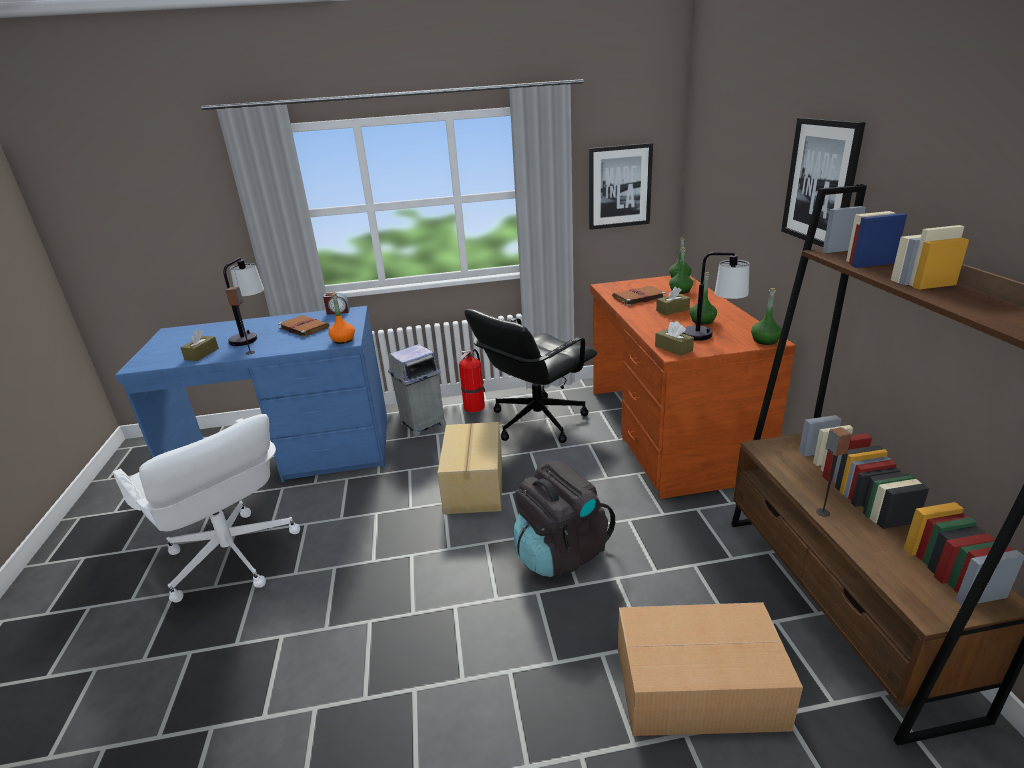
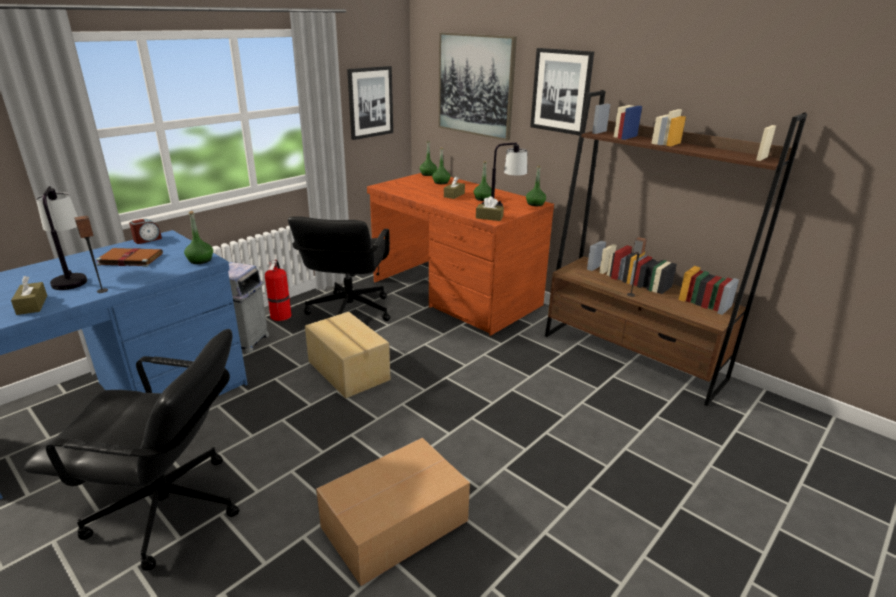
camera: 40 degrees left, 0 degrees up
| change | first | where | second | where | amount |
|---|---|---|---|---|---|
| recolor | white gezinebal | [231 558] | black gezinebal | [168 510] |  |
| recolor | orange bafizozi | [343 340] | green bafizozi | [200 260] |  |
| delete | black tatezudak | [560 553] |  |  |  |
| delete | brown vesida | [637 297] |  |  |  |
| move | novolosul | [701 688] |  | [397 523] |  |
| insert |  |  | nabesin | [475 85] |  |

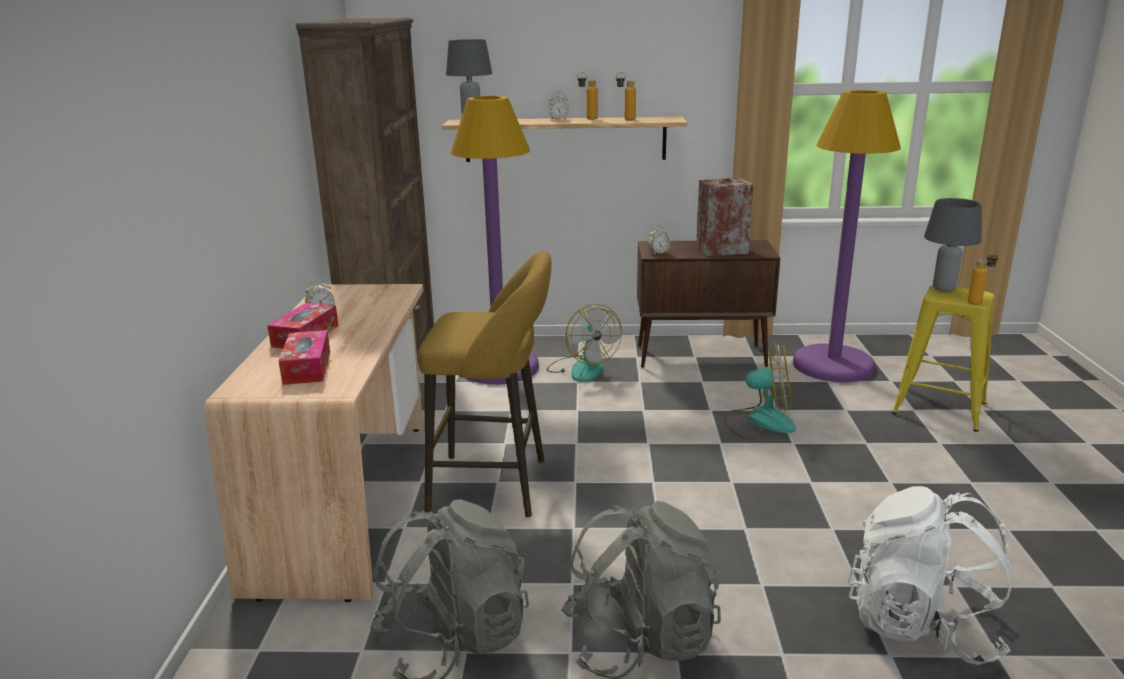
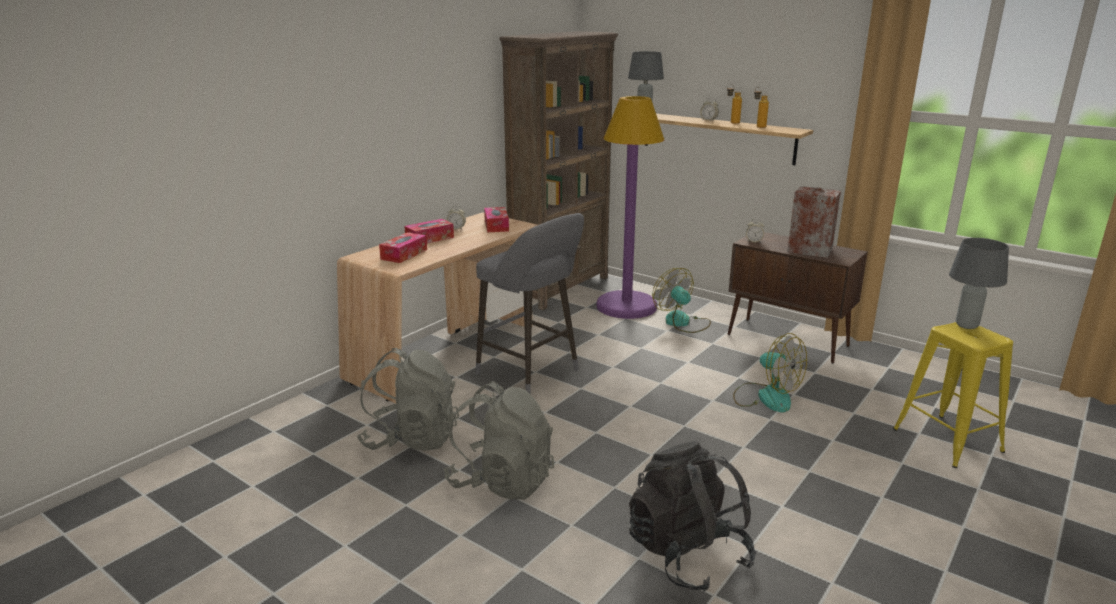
camera: 35 degrees right, 0 degrees up
| change | first | where | second | where | amount |
|---|---|---|---|---|---|
| recolor | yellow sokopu | [496 485] | grey sokopu | [532 373] |  |
| rotate | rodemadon | [582 368] |  | [682 322] | 135 degrees clockwise |
| delete | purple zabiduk | [833 365] |  |  |  |
| recolor | white tatezudak | [922 625] | black tatezudak | [687 554] |  |
| delete | bafizozi | [978 302] |  |  |  |
| insert |  |  | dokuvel | [496 226] |  |

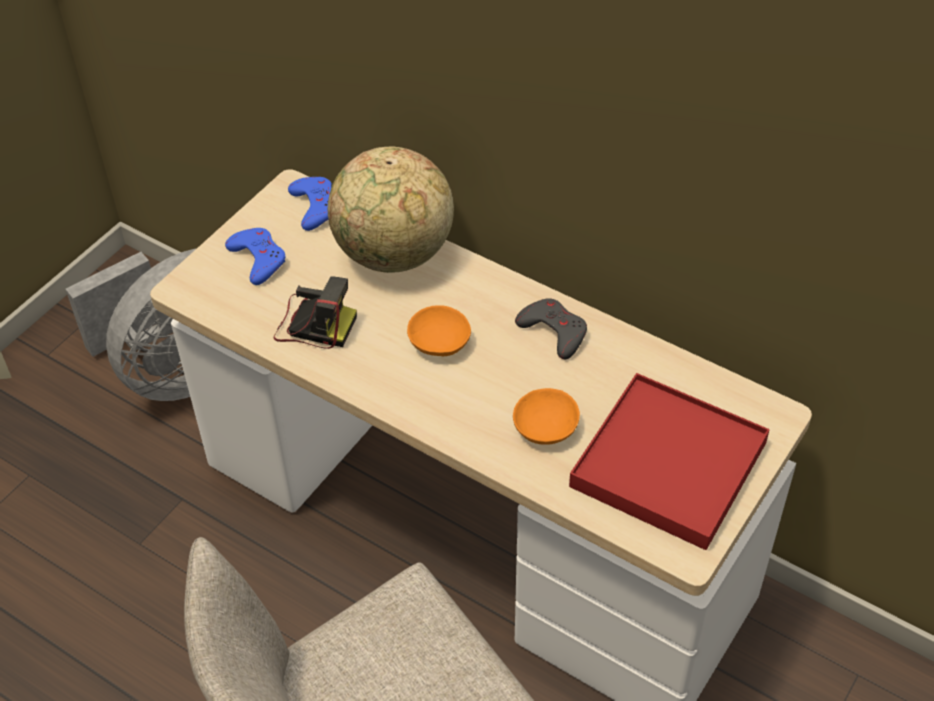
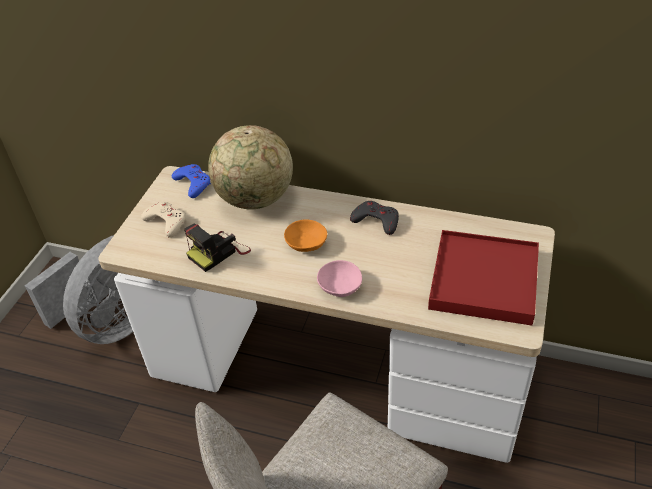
camera: 15 degrees left, 5 degrees down
| change | first | where | second | where | amount |
|---|---|---|---|---|---|
| recolor | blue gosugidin | [258 259] | beige gosugidin | [166 222] |  |
| rotate | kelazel | [313 324] |  | [218 252] | 135 degrees clockwise |
| delete | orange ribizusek | [544 425] |  |  |  |
| insert |  |  | pink ribizusek | [341 286] |  |

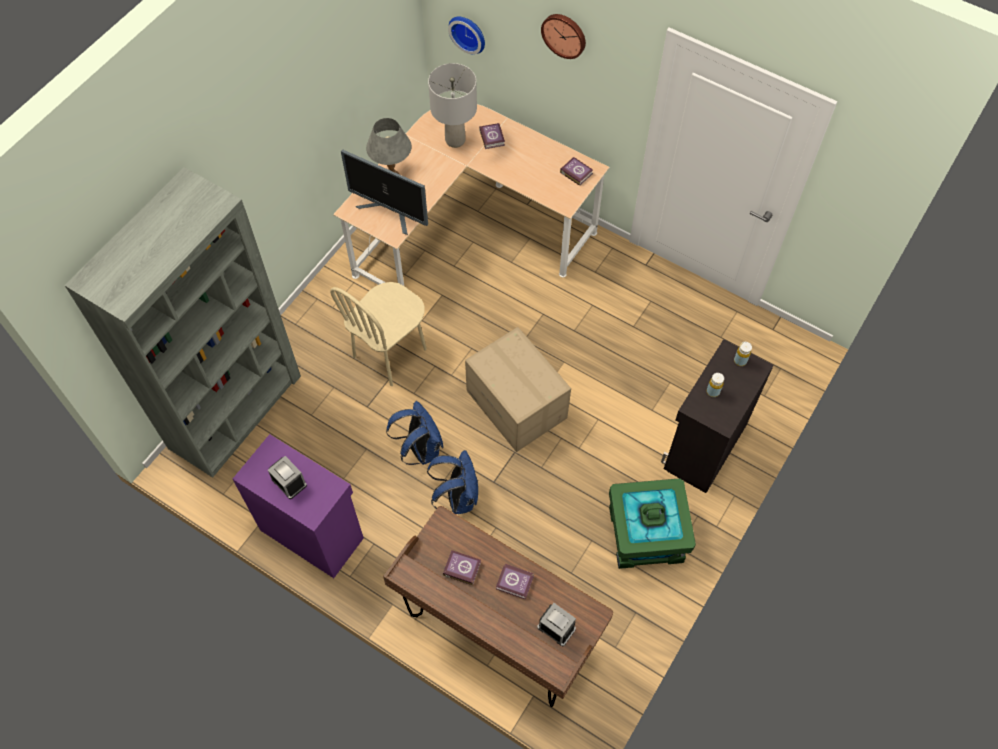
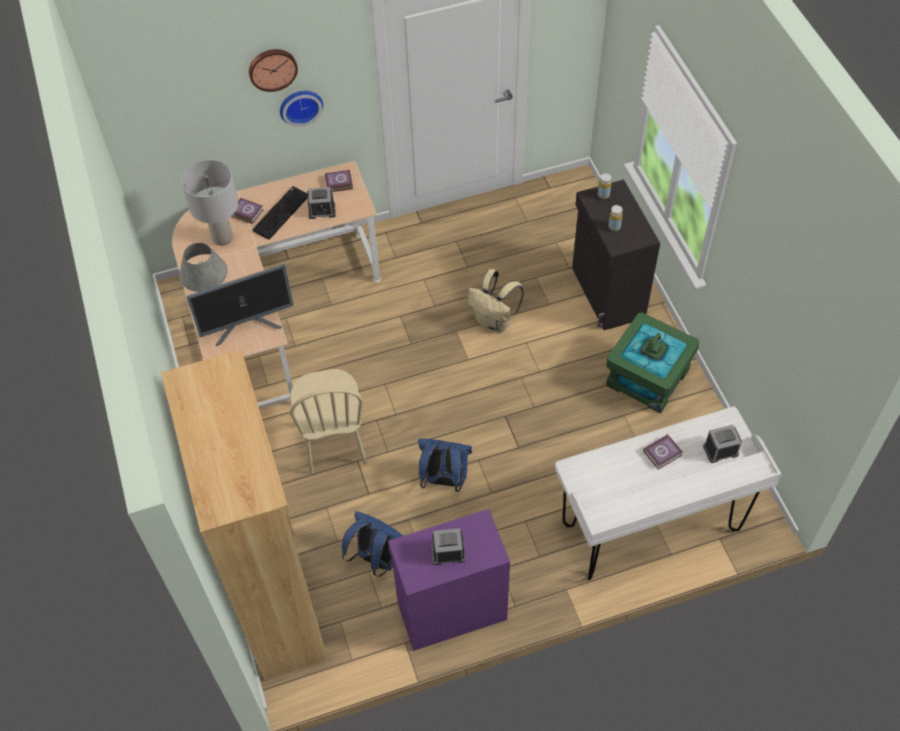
camera: 50 degrees left, 5 degrees down
| change | first | where | second | where | amount |
|---|---|---|---|---|---|
| recolor | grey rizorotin | [236 411] | brown rizorotin | [278 599] |  |
| recolor | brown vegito | [498 634] | white vegito | [650 529] |  |
| move | blue tatezudak | [458 497] |  | [376 558] |  |
| delete | vesida | [461 568] |  |  |  |
| move | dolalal | [469 32] |  | [300 105] |  |
| delete | novolosul | [517 404] |  |  |  |
| insert |  |  | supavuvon | [280 212] |  |
| insert |  |  | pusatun | [322 211] |  |
| insert |  |  | beige tatezudak | [495 322] |  |

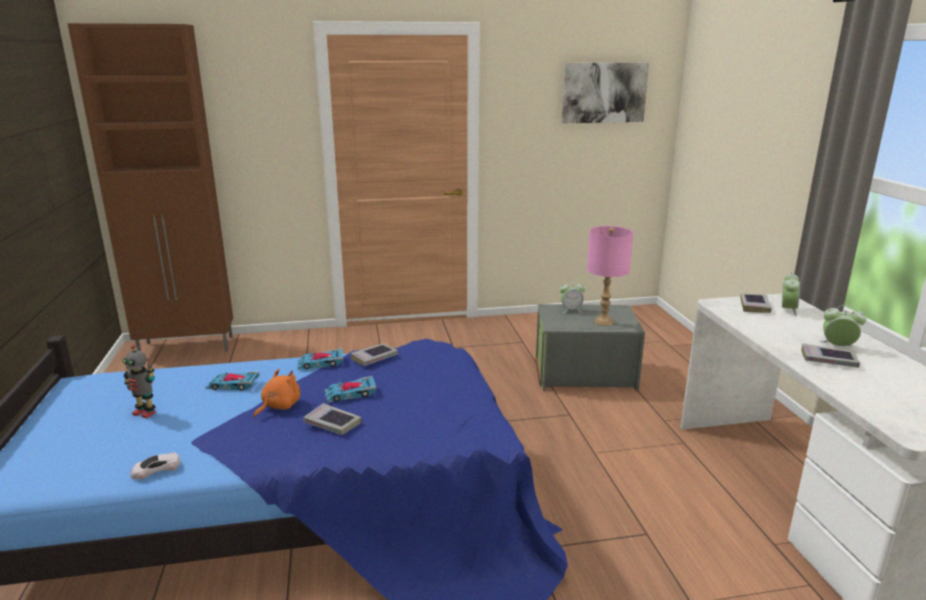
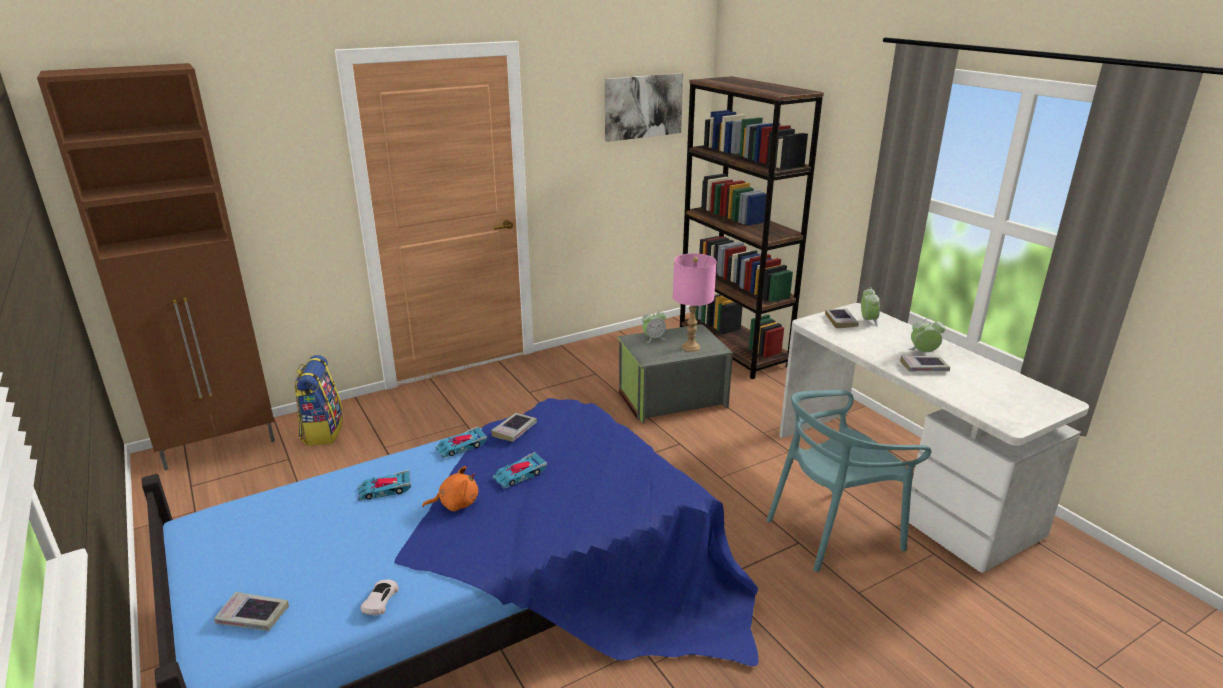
camera: 20 degrees left, 5 degrees up
| change | first | where | second | where | amount |
|---|---|---|---|---|---|
| delete | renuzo | [145 412] |  |  |  |
| rotate | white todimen | [156 469] |  | [381 599] | 150 degrees clockwise |
| rotate | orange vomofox | [279 406] |  | [456 503] | 60 degrees clockwise |
| move | vesida | [332 423] |  | [252 616] |  |
| insert |  |  | tatezudak | [322 431] |  |
| insert |  |  | brown rizorotin | [733 349] |  |
| insert |  |  | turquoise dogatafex | [833 531] |  |

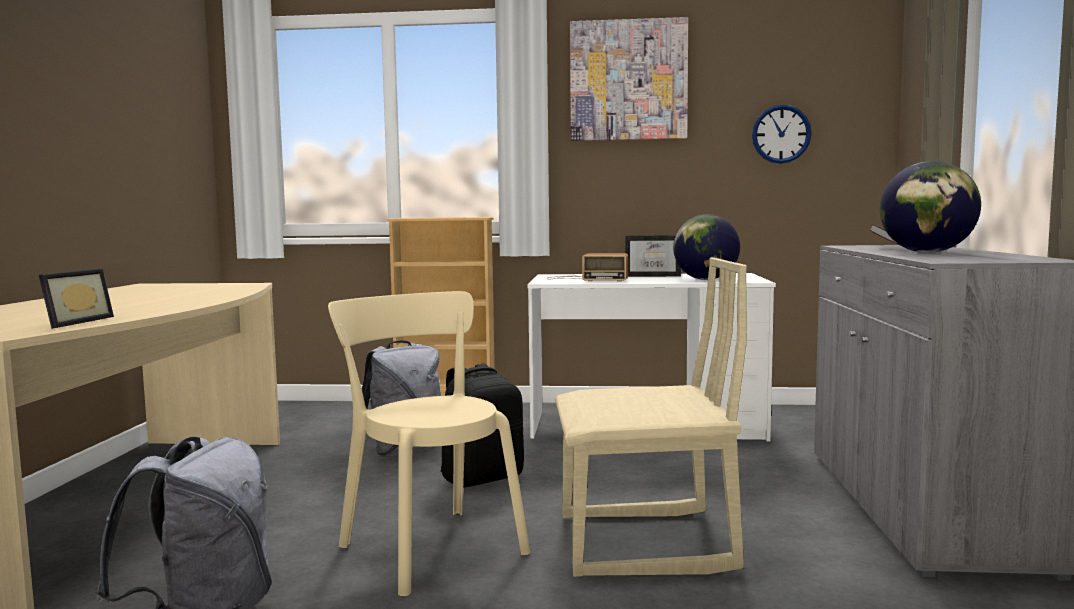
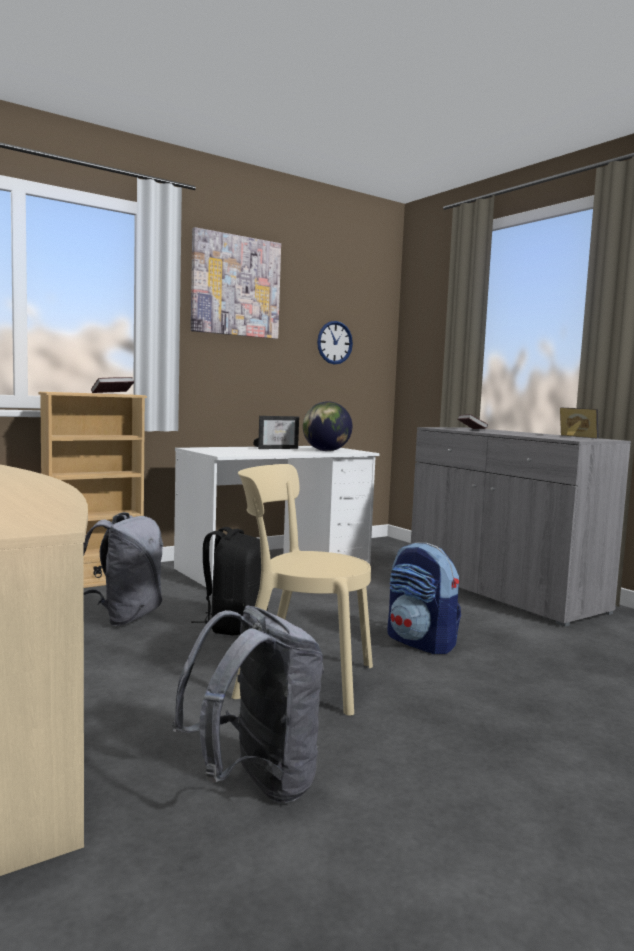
camera: 40 degrees left, 0 degrees up
| change | first | where | second | where | amount |
|---|---|---|---|---|---|
| move | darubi | [72 322] |  | [574 436] |  |
| delete | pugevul | [585 279] |  |  |  |
| replace | beige dogatafex | [645 544] | tatezudak | [421 643] |  |
| delete | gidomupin | [927 252] |  |  |  |
| insert |  |  | vesida | [112 393] |  |

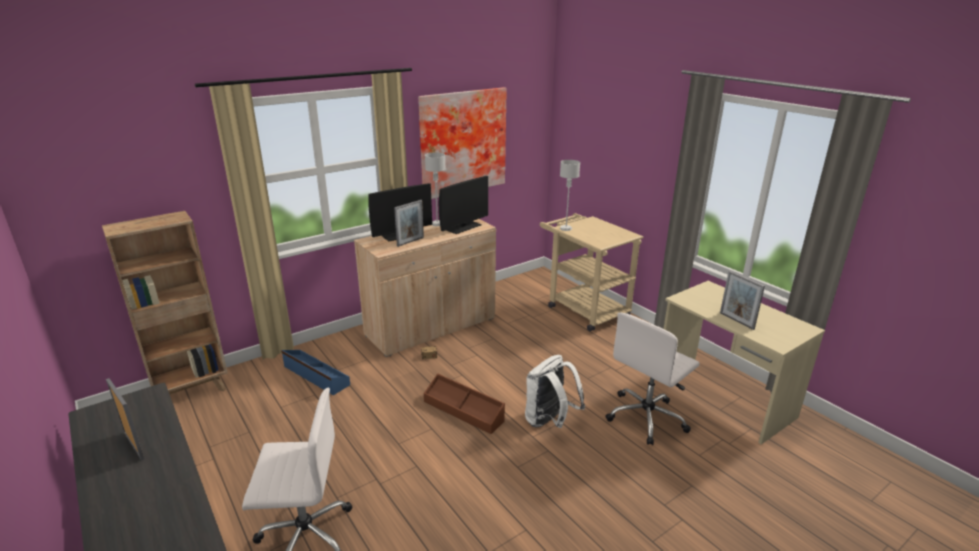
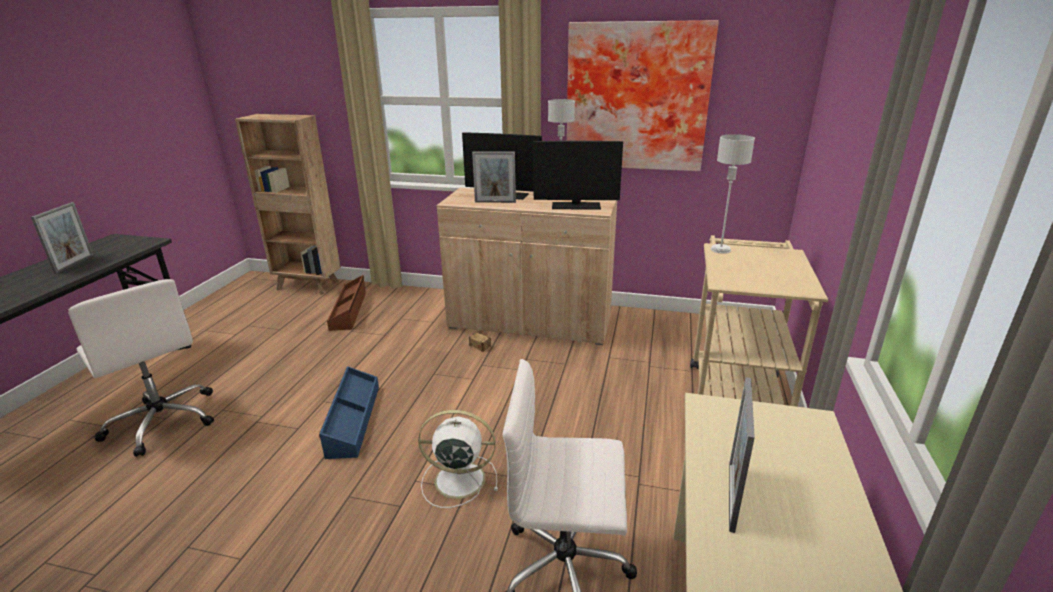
camera: 50 degrees right, 0 degrees up
| change | first | where | second | where | amount |
|---|---|---|---|---|---|
| move | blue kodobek | [315 376] |  | [352 420] |  |
| move | brown kodobek | [464 410] |  | [349 310] |  |
| replace | white tatezudak | [549 421] | white rodemadon | [457 480] |  |

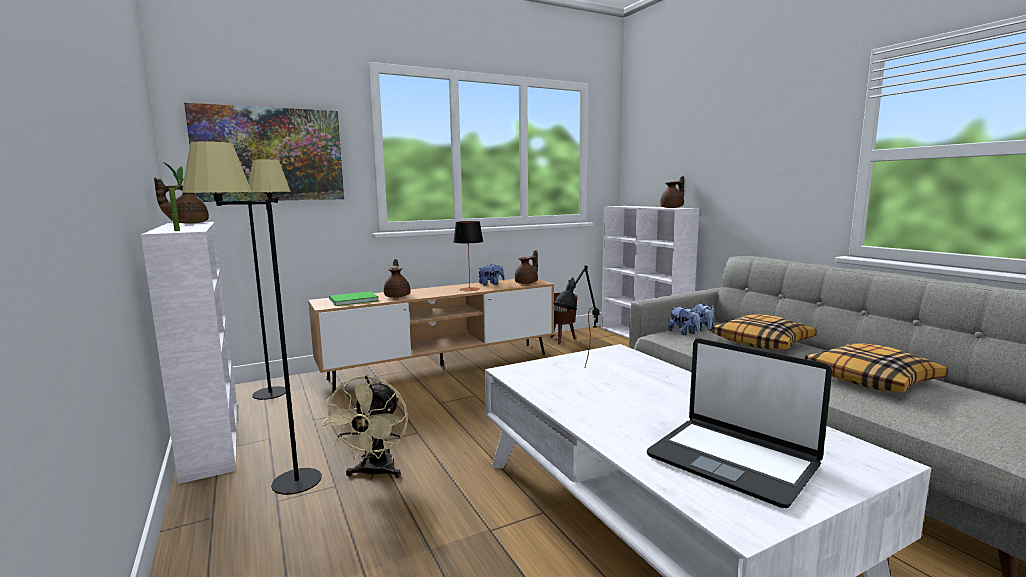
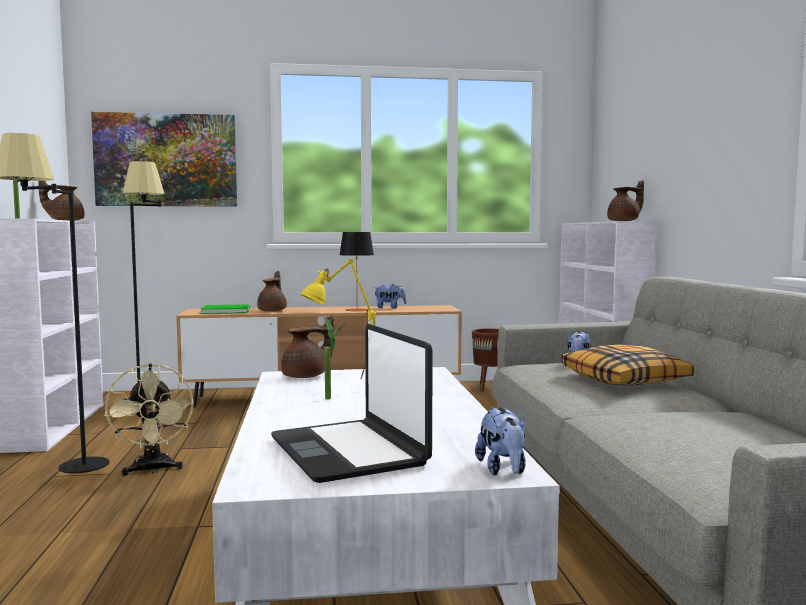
camera: 20 degrees right, 5 degrees down
| change | first | where | second | where | amount |
|---|---|---|---|---|---|
| rotate | beige rodemadon | [374 473] |  | [152 470] | 45 degrees counterclockwise |
| move | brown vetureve | [527 283] |  | [306 376] |  |
| recolor | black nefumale | [579 376] | yellow nefumale | [340 384] |  |
| move | vomofox | [684 333] |  | [503 470] |  |
| delete | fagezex | [872 379] |  |  |  |
| insert |  |  | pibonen | [333 399] |  |

